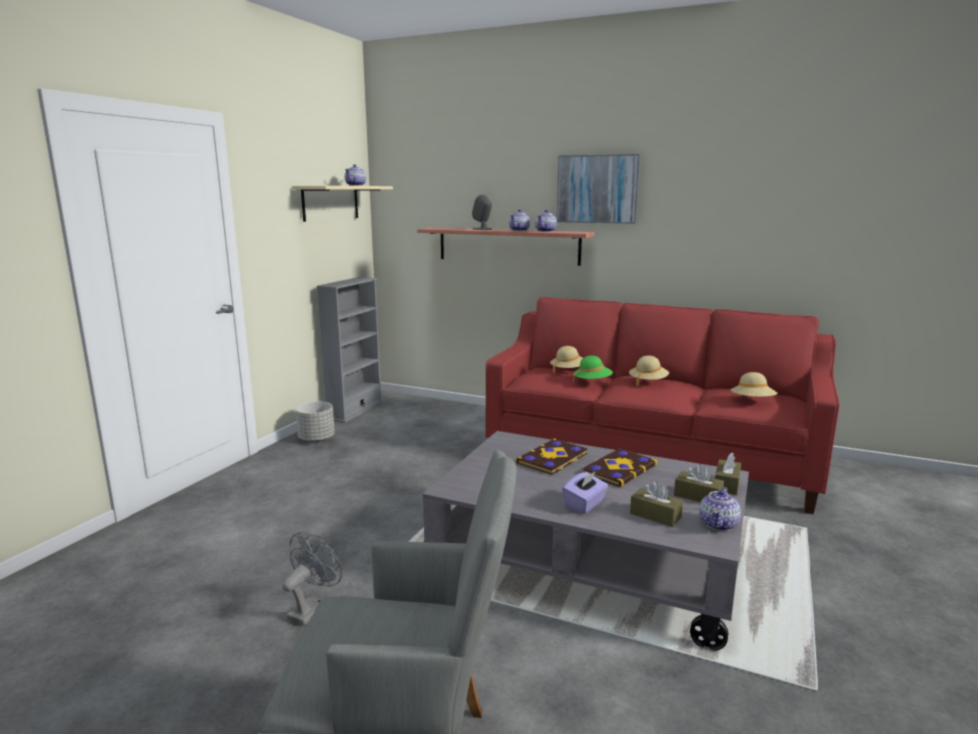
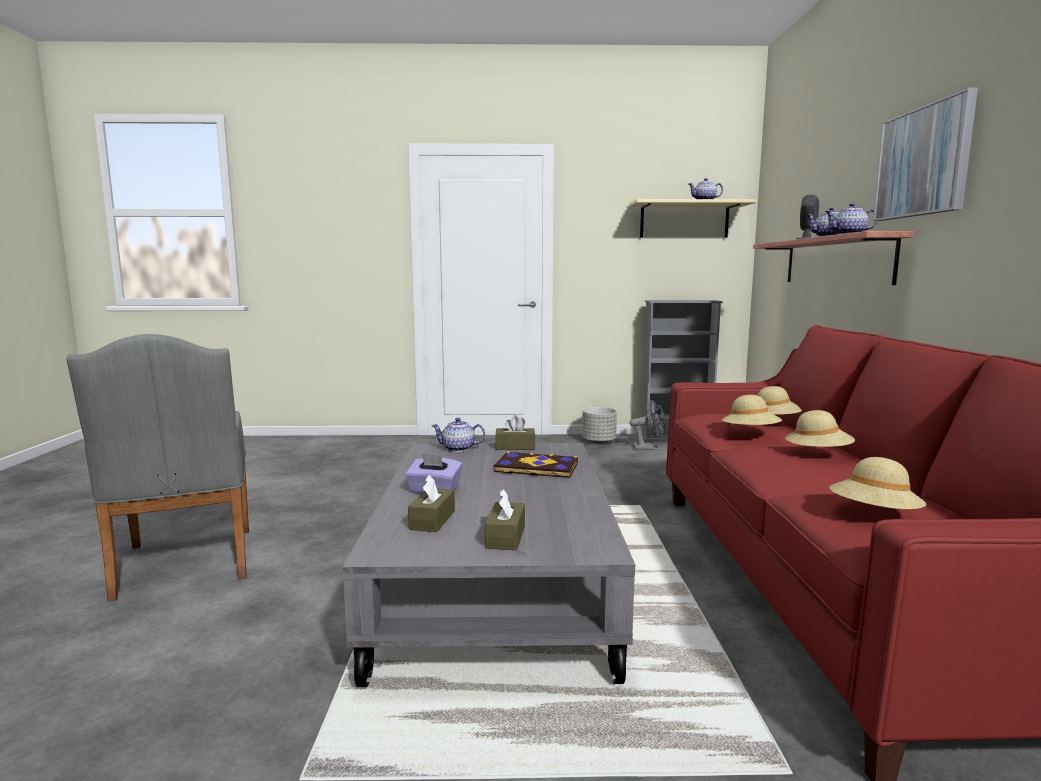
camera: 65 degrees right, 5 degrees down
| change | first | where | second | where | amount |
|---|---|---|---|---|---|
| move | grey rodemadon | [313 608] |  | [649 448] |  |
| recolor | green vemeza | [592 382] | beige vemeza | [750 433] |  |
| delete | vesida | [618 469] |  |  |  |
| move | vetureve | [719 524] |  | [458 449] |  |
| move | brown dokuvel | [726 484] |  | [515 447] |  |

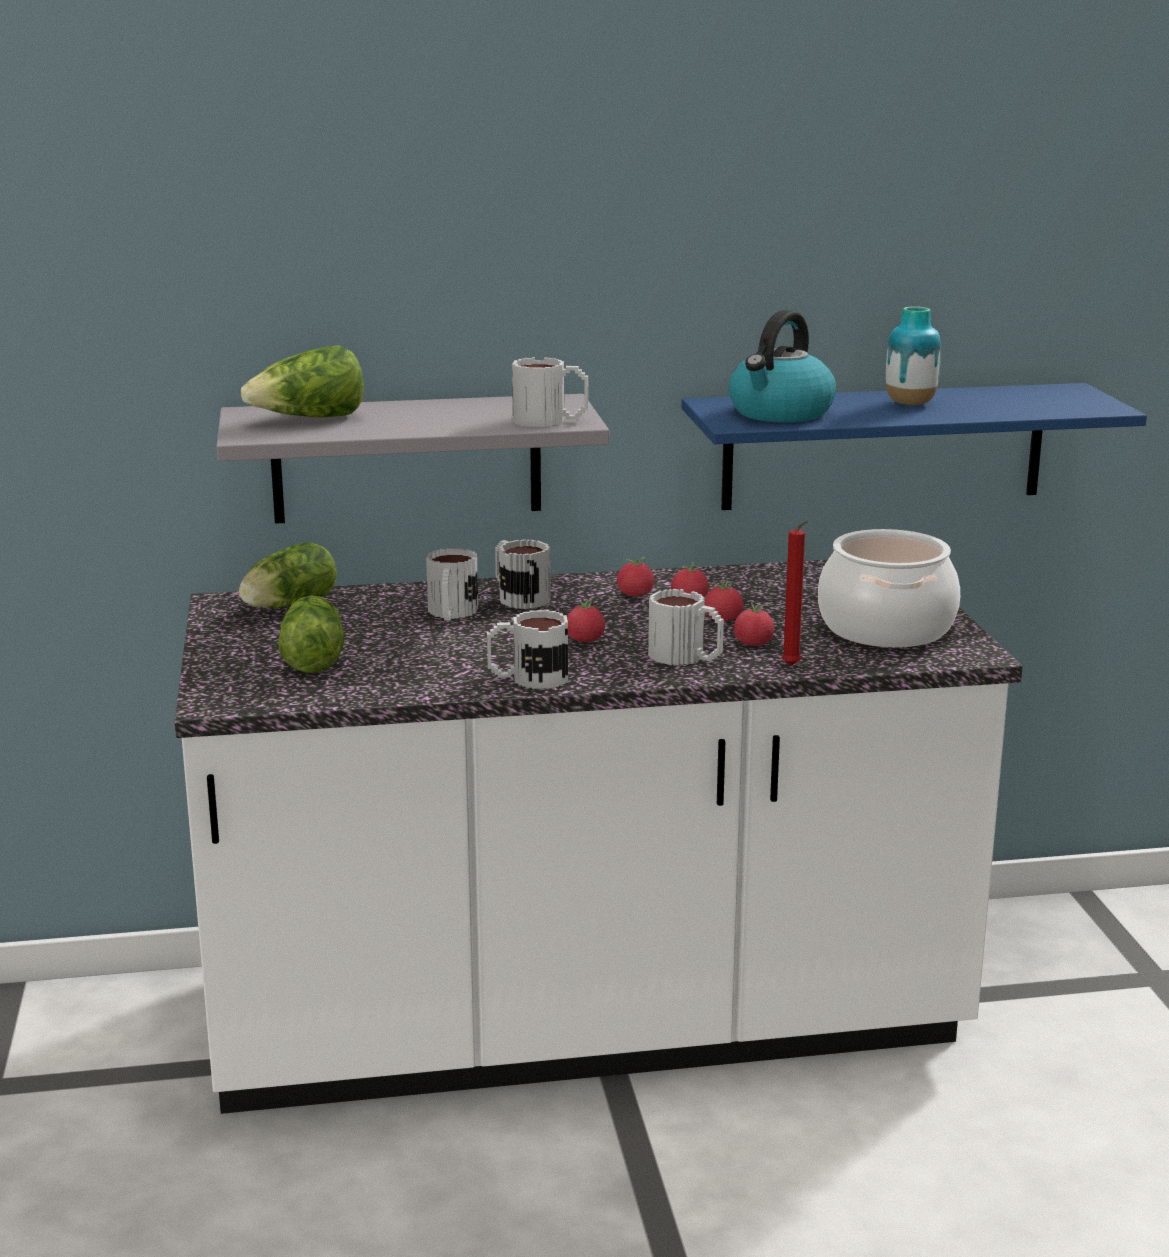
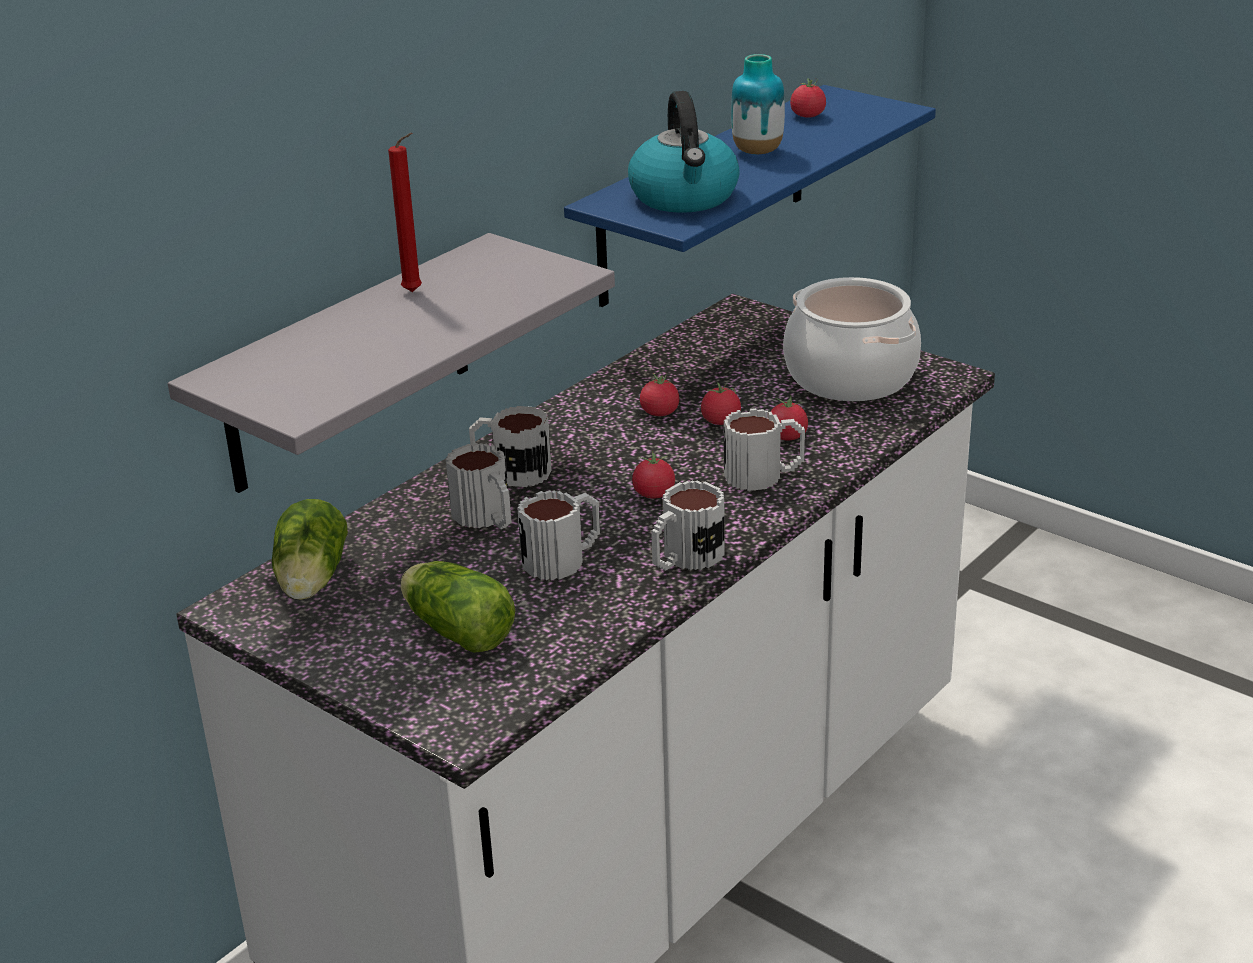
camera: 40 degrees left, 10 degrees up
| change | first | where | second | where | amount |
|---|---|---|---|---|---|
| delete | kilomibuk | [309 419] |  |  |  |
| move | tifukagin | [550 420] |  | [563 558] |  |
| move | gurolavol | [635 594] |  | [807 116] |  |
| move | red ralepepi | [792 667] |  | [415 292] |  |

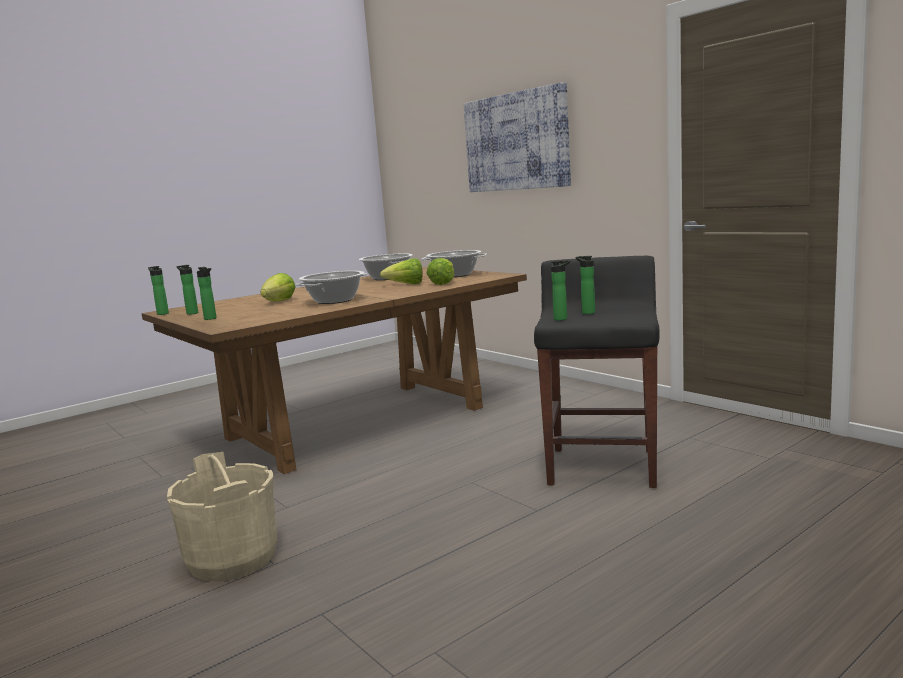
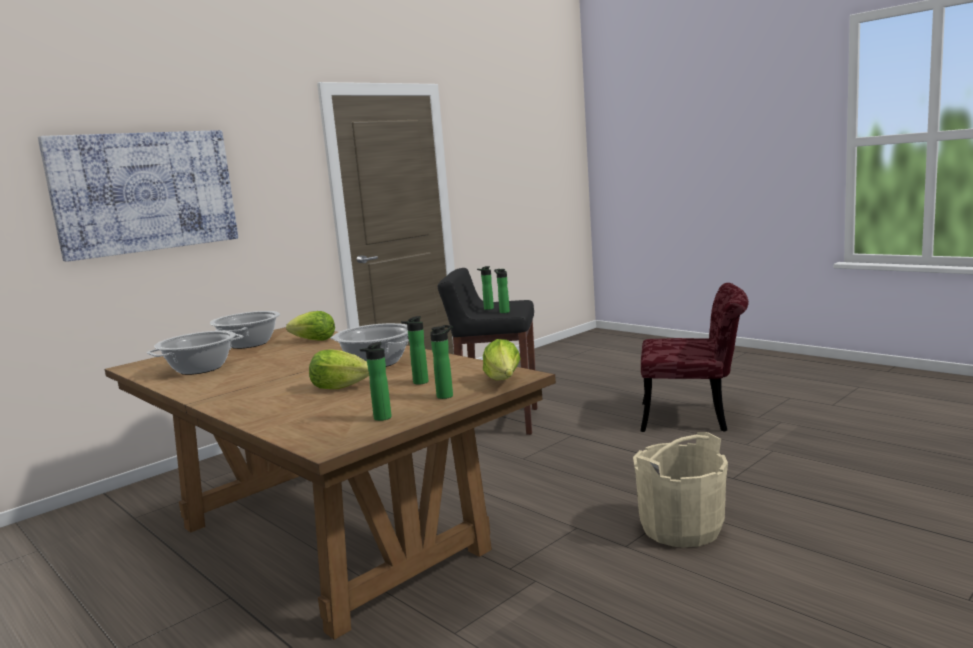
camera: 95 degrees left, 0 degrees up
| change | first | where | second | where | amount |
|---|---|---|---|---|---|
| move | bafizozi | [162 313] |  | [419 383] |  |
| move | kilomibuk | [406 285] |  | [503 381] |  |
| insert |  |  | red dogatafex | [695 417] |  |

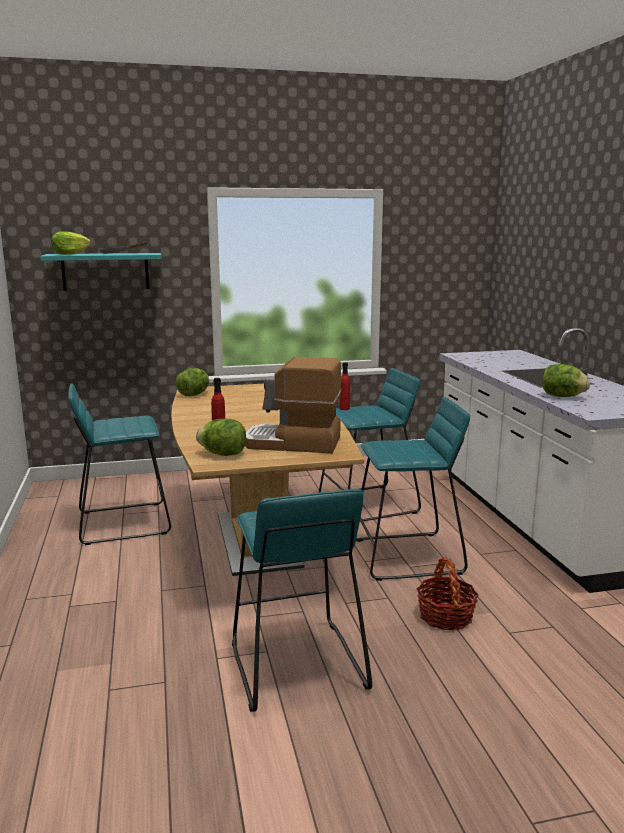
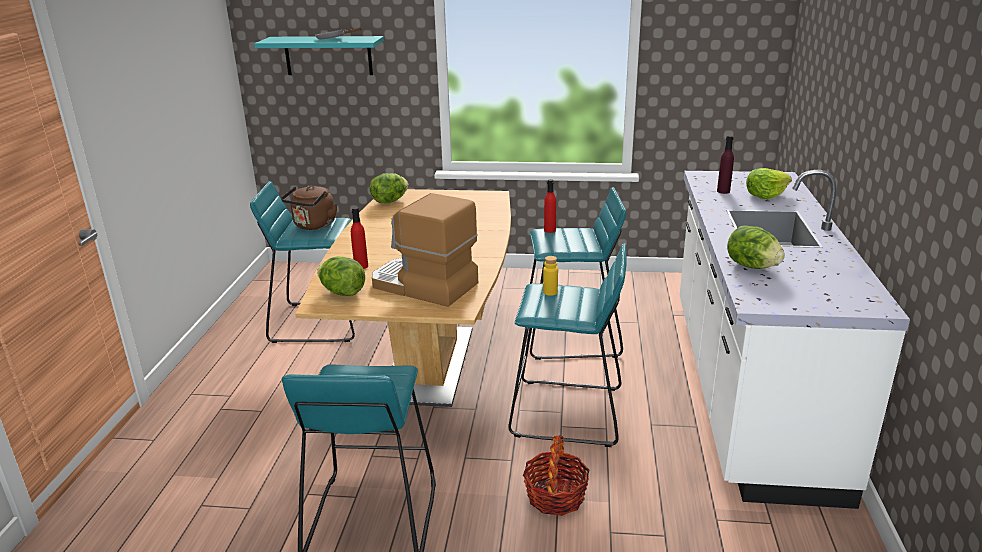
camera: 20 degrees right, 10 degrees up
| change | first | where | second | where | amount |
|---|---|---|---|---|---|
| move | kilomibuk | [70 254] |  | [765 195] |  |
| insert |  |  | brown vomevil | [313 226] |  |
| insert |  |  | yellow bafizozi | [550 292] |  |
| insert |  |  | purple bafizozi | [723 191] |  |

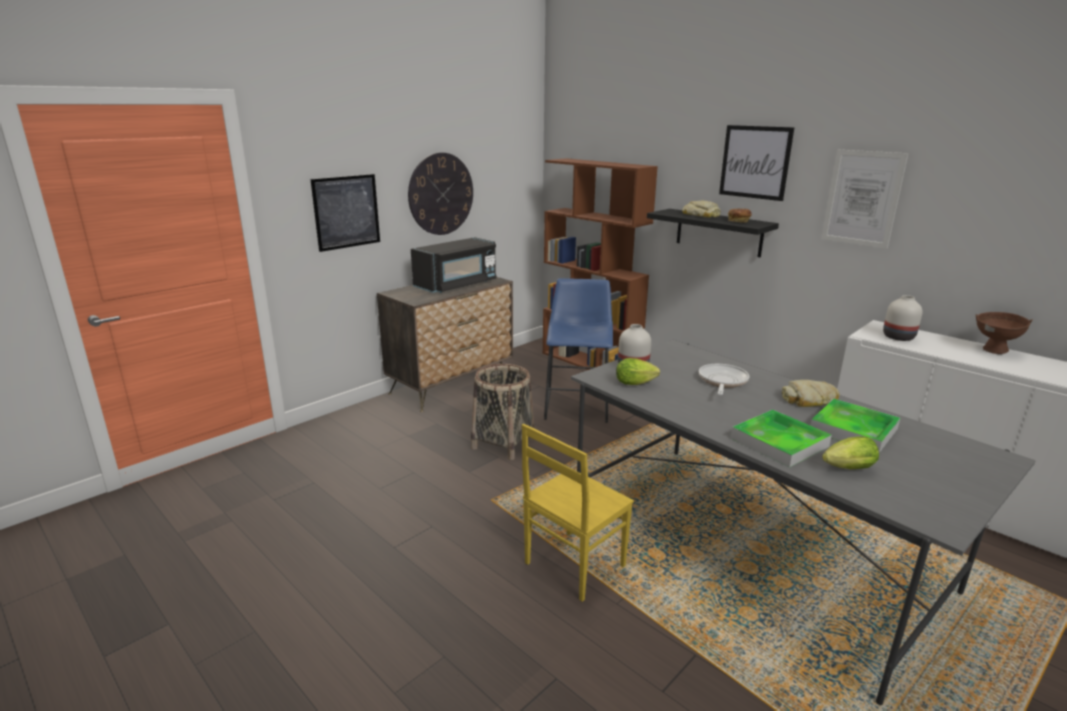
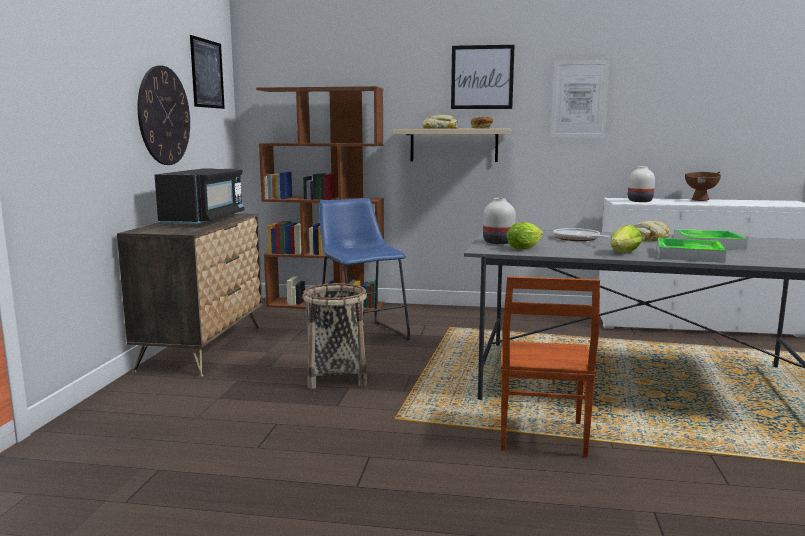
camera: 35 degrees left, 10 degrees down
| change | first | where | second | where | amount |
|---|---|---|---|---|---|
| move | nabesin | [346 212] |  | [207 74] |  |
| recolor | yellow dogatafex | [572 565] | brown dogatafex | [540 437] |  |
| recolor | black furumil | [719 232] | beige furumil | [454 145] |  |
| move | kilomibuk | [846 469] |  | [622 253] |  |

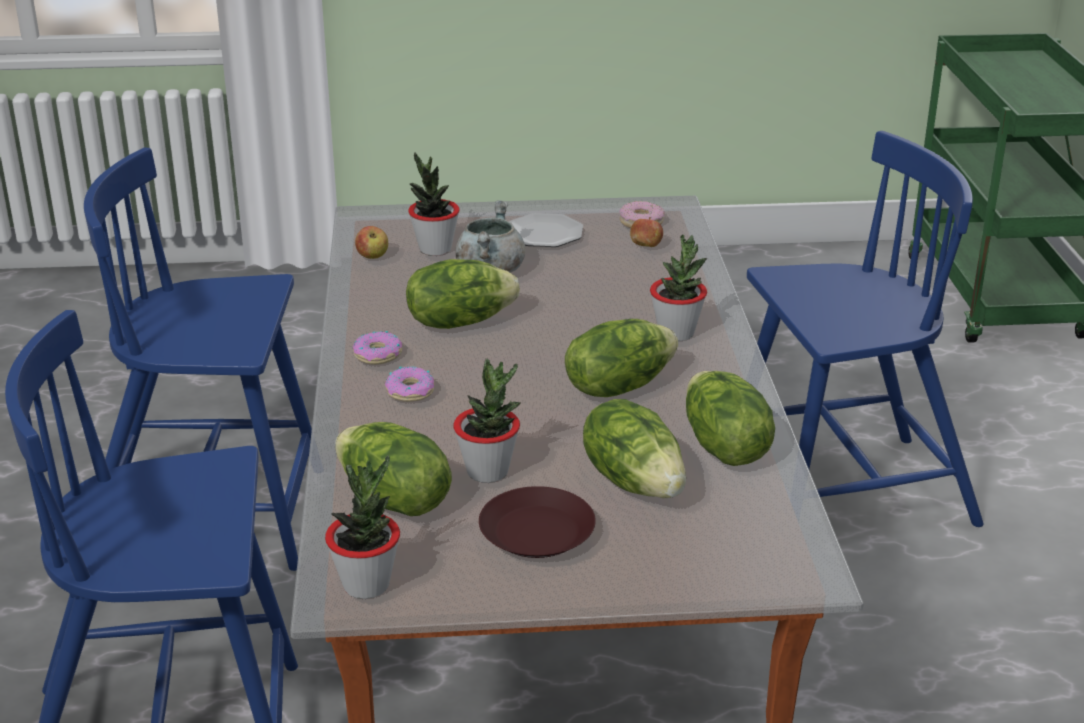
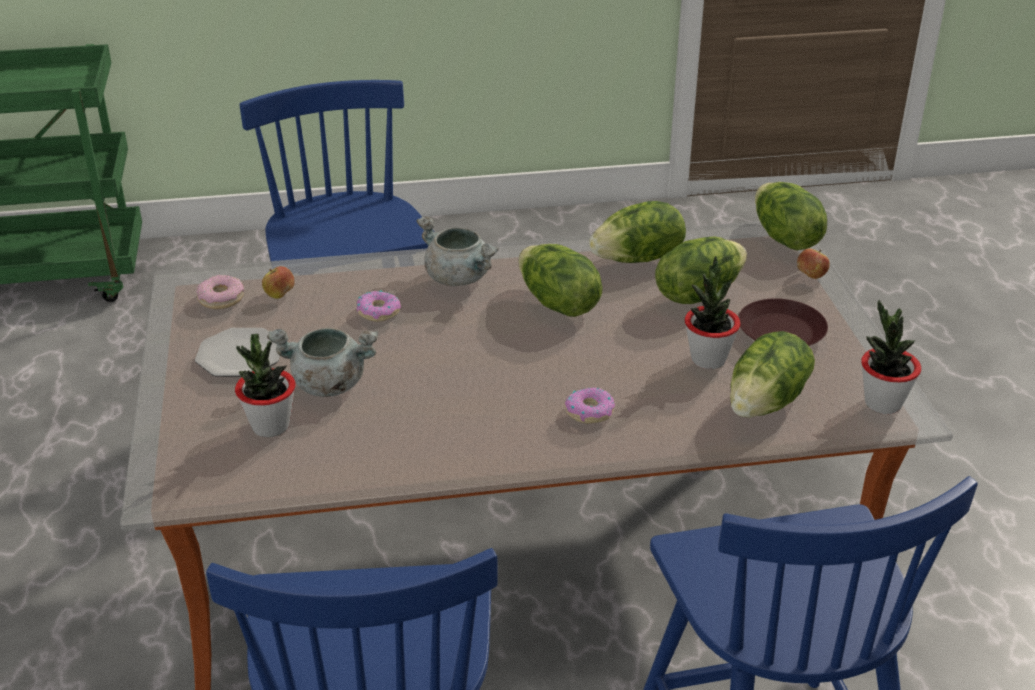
camera: 95 degrees left, 5 degrees up
| change | first | where | second | where | amount |
|---|---|---|---|---|---|
| move | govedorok | [378 355] |  | [378 312] |  |
| move | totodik | [372 257] |  | [811 276] |  |
| move | kilomibuk | [459 321] |  | [784 238] |  |
| replace | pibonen | [676 333] | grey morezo | [460 278] |  |

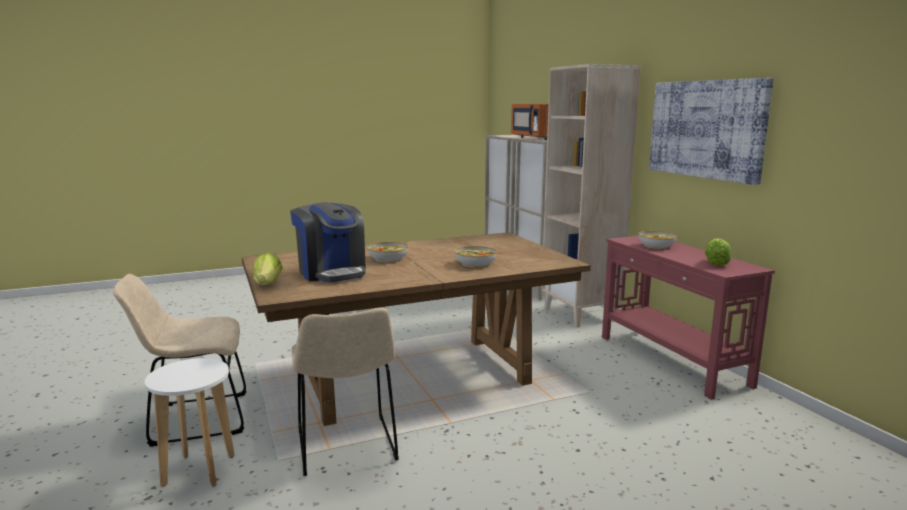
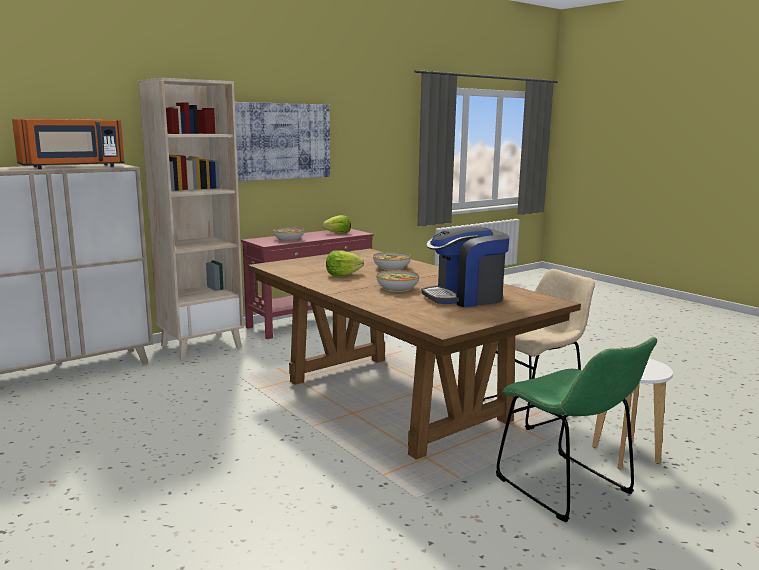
camera: 105 degrees left, 0 degrees up
| change | first | where | second | where | amount |
|---|---|---|---|---|---|
| recolor | beige dogatafex | [194 420] | green dogatafex | [568 489] |  |
| move | kilomibuk | [267 284] |  | [342 274] |  |
| rotate | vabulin | [331 272] |  | [465 297] | 150 degrees counterclockwise |

